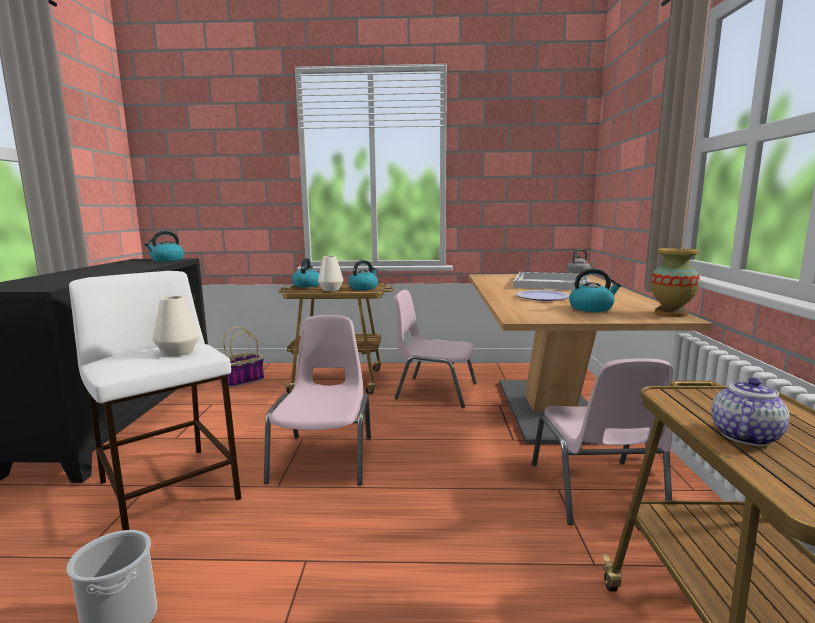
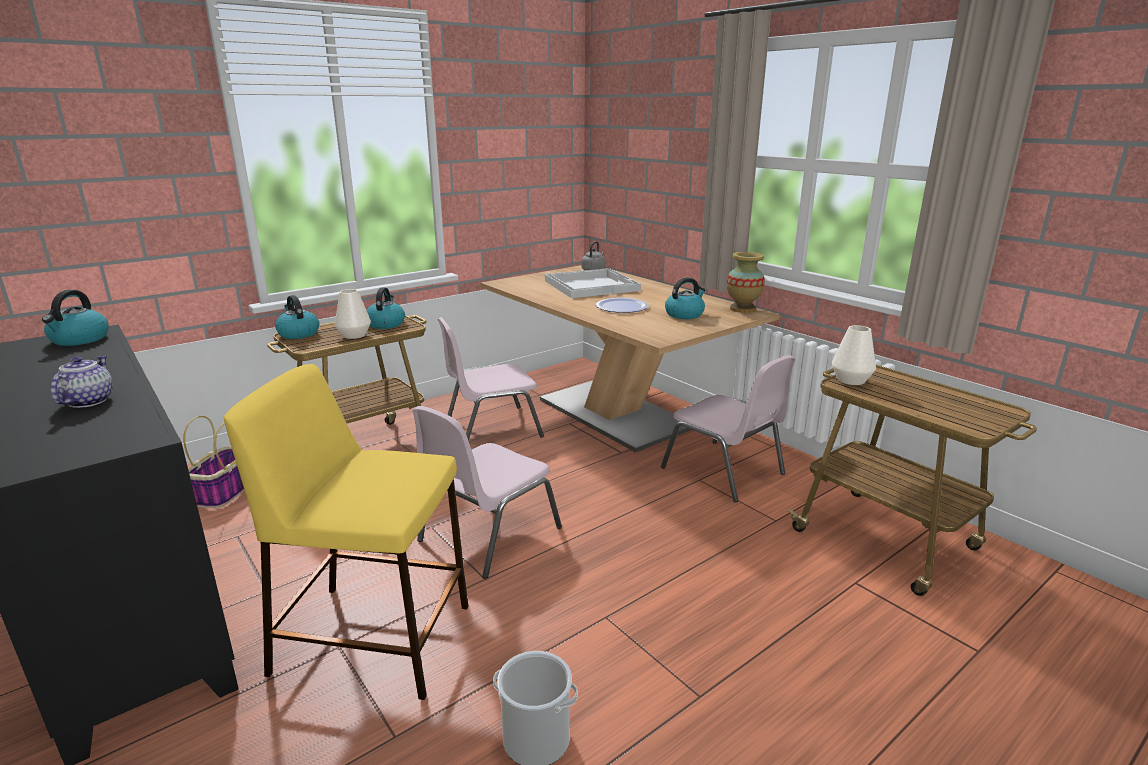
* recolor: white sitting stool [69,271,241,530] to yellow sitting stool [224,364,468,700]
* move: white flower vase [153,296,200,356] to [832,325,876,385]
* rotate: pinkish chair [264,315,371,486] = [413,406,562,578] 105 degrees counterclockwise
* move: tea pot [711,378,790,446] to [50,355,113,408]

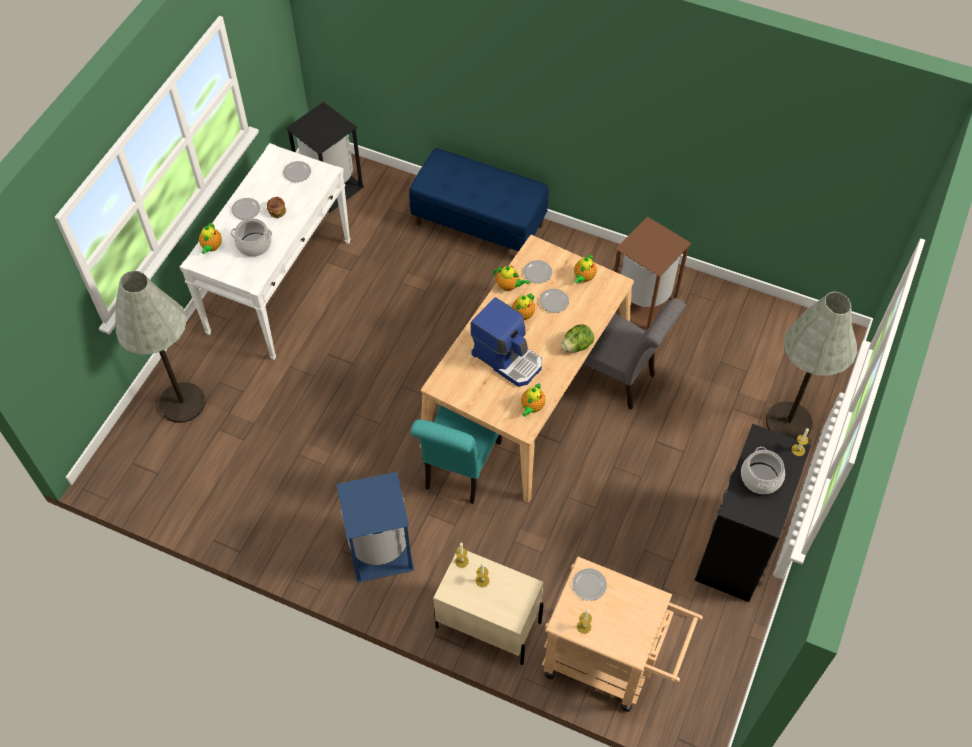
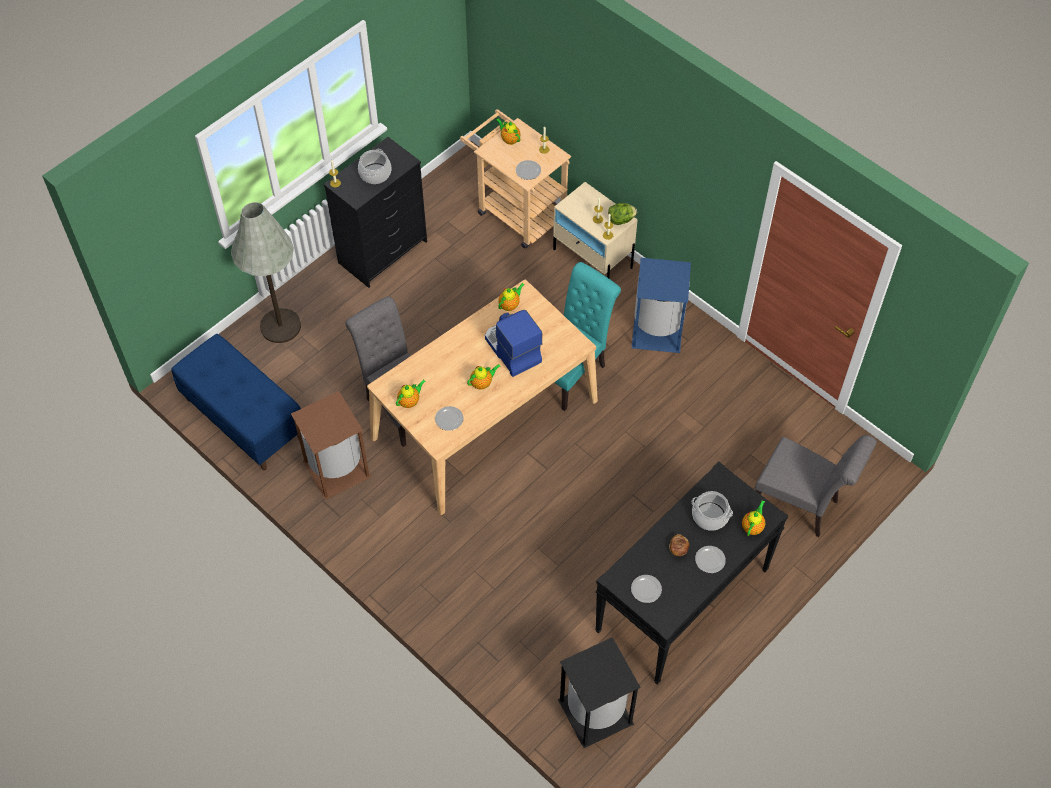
* replace: greyish standard lamp [115,271,205,423] to greyish chair [755,435,877,537]
* recolor: white hall table [180,143,350,360] to black-coloured hall table [595,461,788,685]
* move: bluish indoor bench [409,148,549,251] to [171,334,301,471]
* move: tea pot [493,265,530,291] to [496,119,520,145]
* delete: dinner plate [539,289,569,313]
* move: head of lettuce [561,324,594,352] to [608,203,637,225]

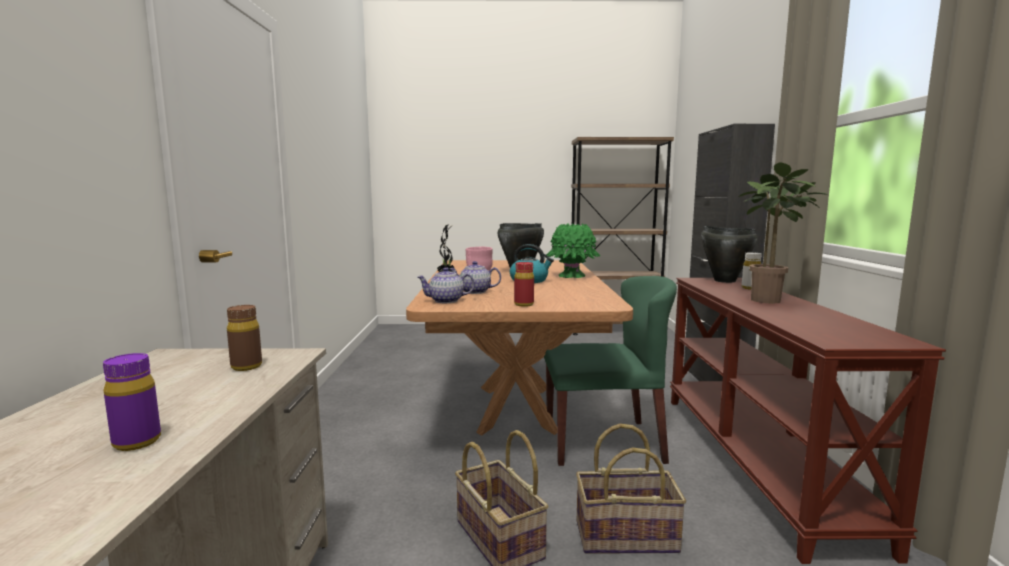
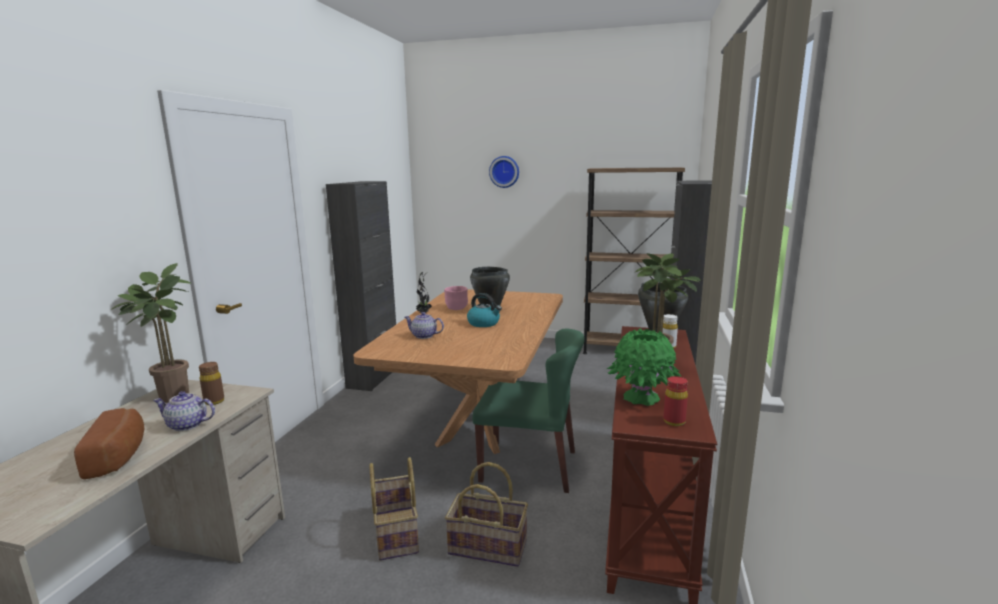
* replace: purple-coloured drink bottle [103,353,161,451] to bread [74,408,145,479]
* move: tea pot [417,267,475,303] to [153,391,215,431]
* move: red drink bottle [514,262,534,307] to [663,376,688,426]
* move: green-coloured flower vase [546,223,600,278] to [607,328,682,406]
* insert: houseplant [112,263,192,403]
* insert: black-coloured storage cabinet [326,181,396,391]
* insert: clock on the wall [489,156,519,188]

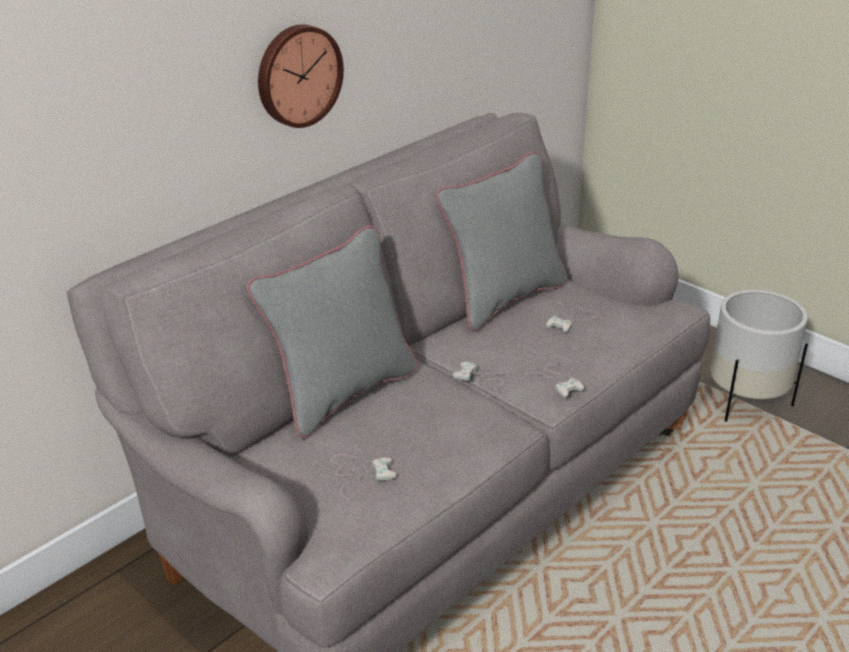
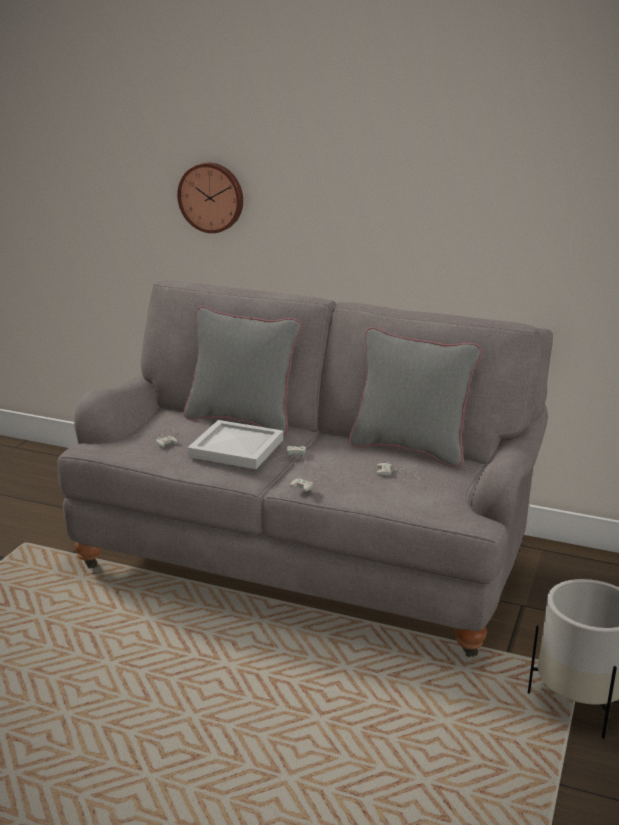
* move: clock on the wall [258,24,344,128] to [177,163,243,233]
* insert: white carrying tray [187,420,283,469]

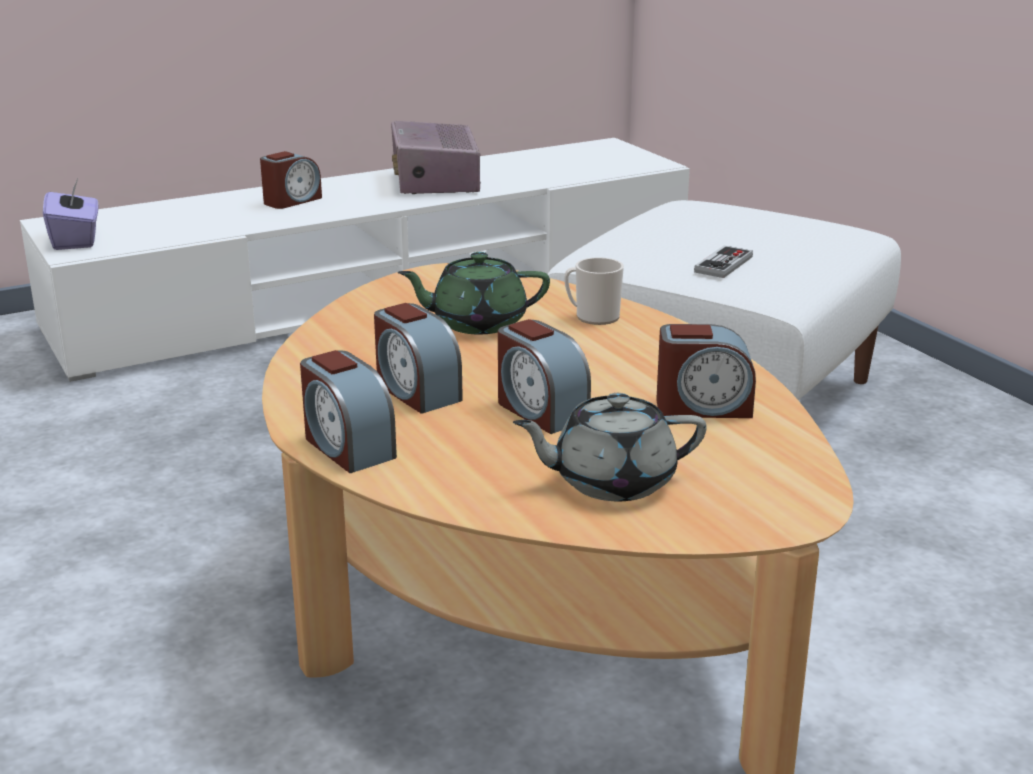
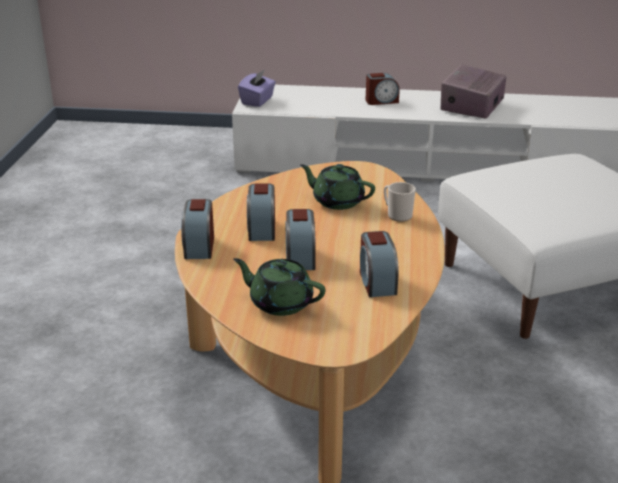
* recolor: greyish tea pot [513,393,707,501] to green-coloured tea pot [233,258,325,316]
* rotate: table clock [656,324,756,418] = [360,231,399,297] 45 degrees clockwise
* delete: joypad [694,246,753,278]

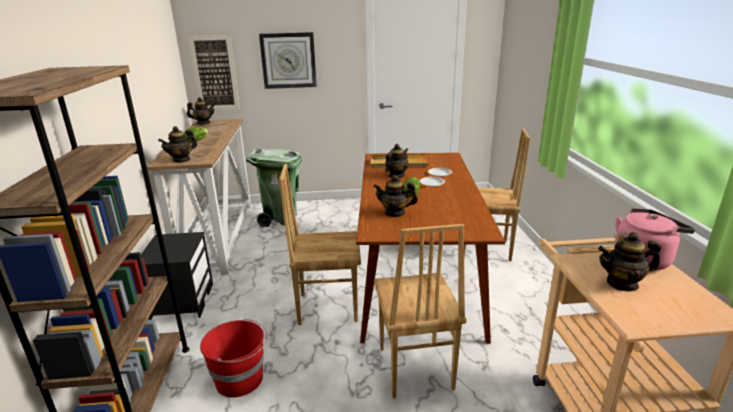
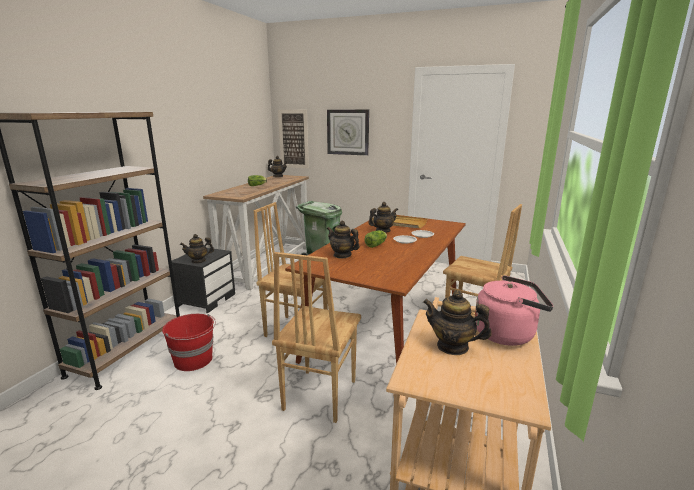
* move: tea pot [158,126,197,163] to [180,234,214,264]

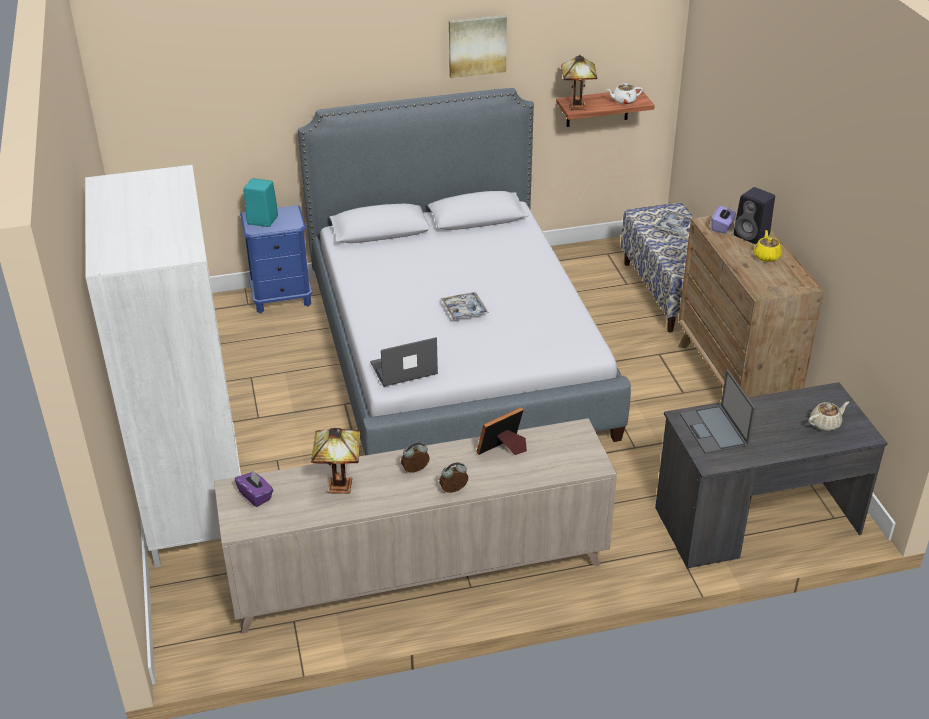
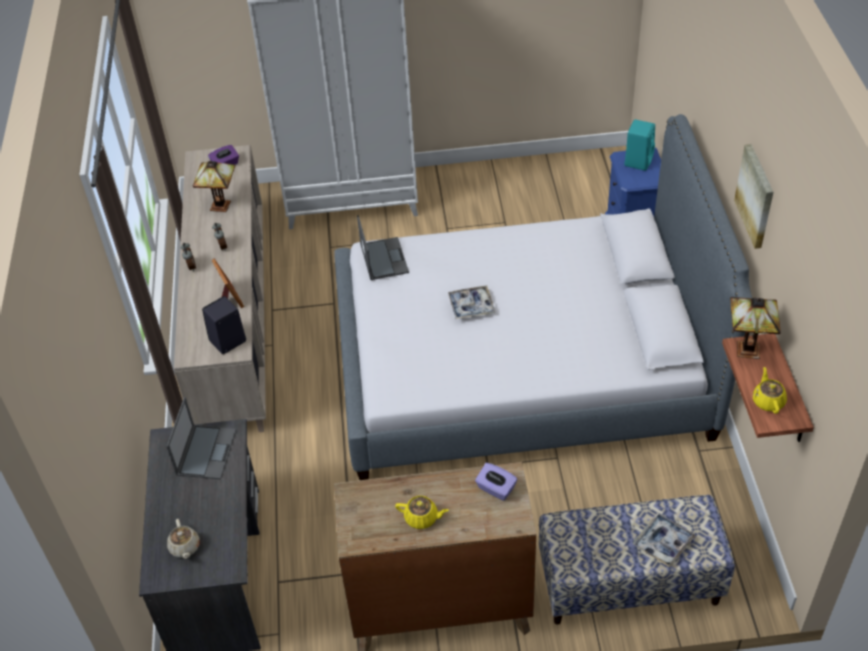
* recolor: white tea pot [606,83,643,104] to yellow tea pot [752,367,787,414]
* rotate: portable computer [680,370,755,454] = [166,397,236,479] 105 degrees clockwise
* move: black-coloured audio speaker [734,187,775,244] to [202,296,246,354]

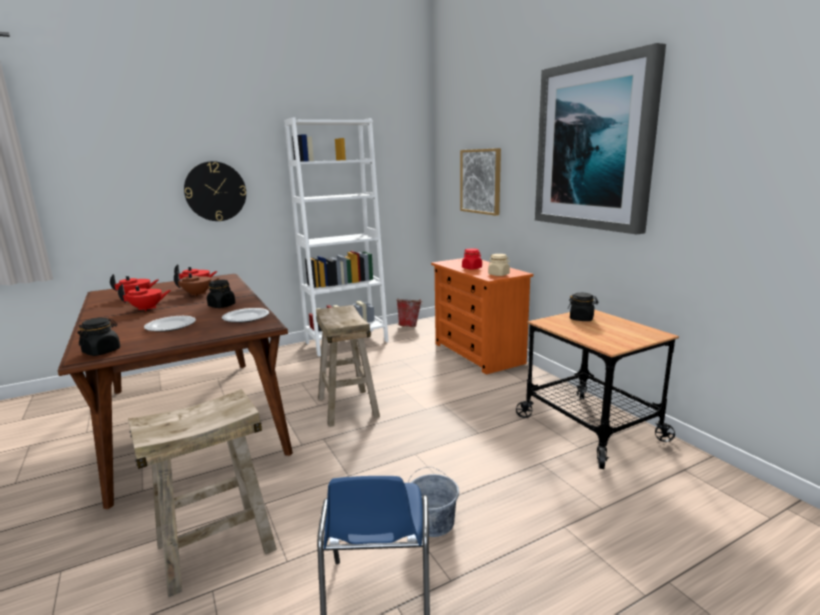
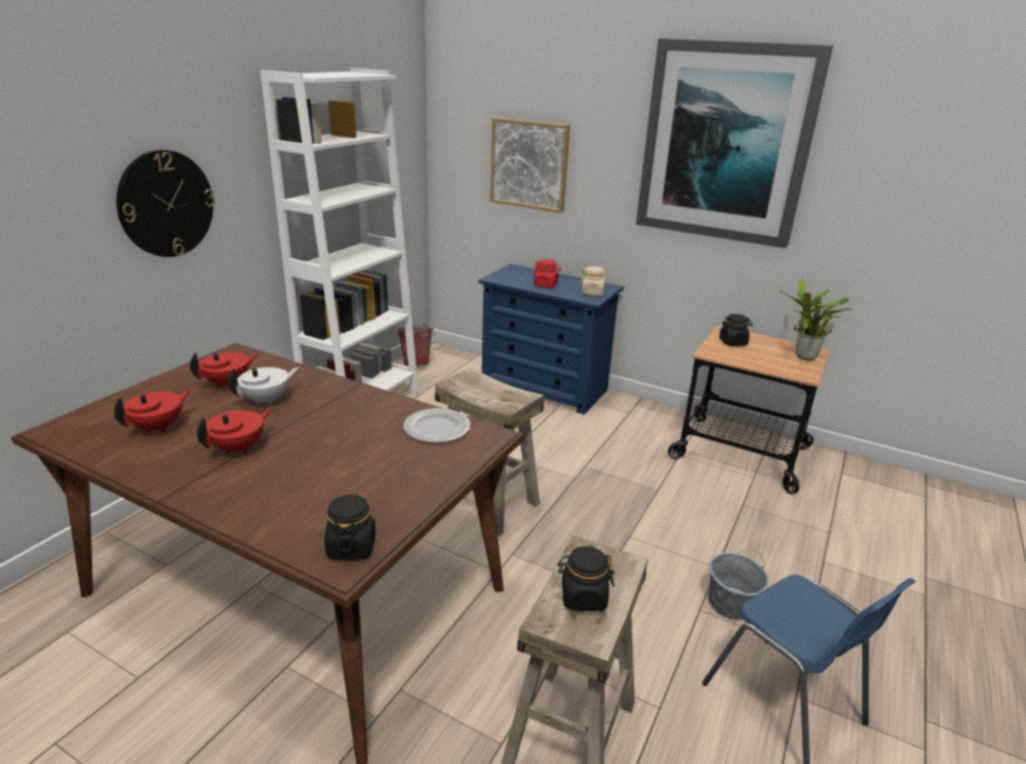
* delete: dinner plate [144,316,196,332]
* recolor: brown tea pot [174,271,220,296] to white tea pot [228,367,299,405]
* move: black-coloured preserve jar [207,280,235,308] to [557,546,614,611]
* recolor: orange-coloured drawer chest [431,258,533,375] to bluish drawer chest [478,264,624,415]
* insert: houseplant [779,279,851,361]

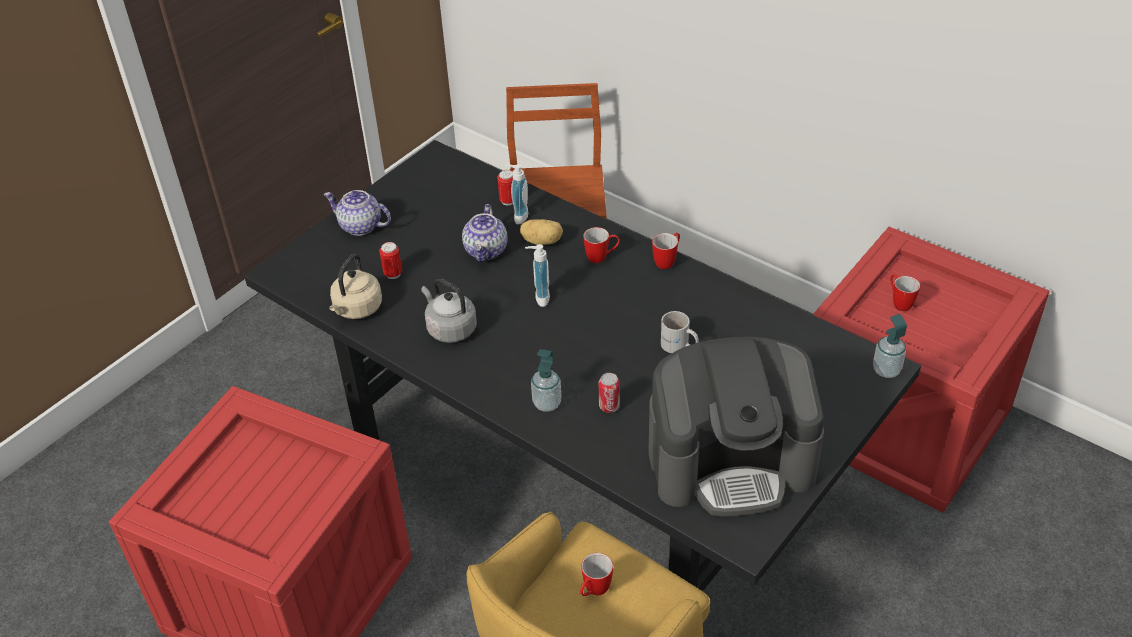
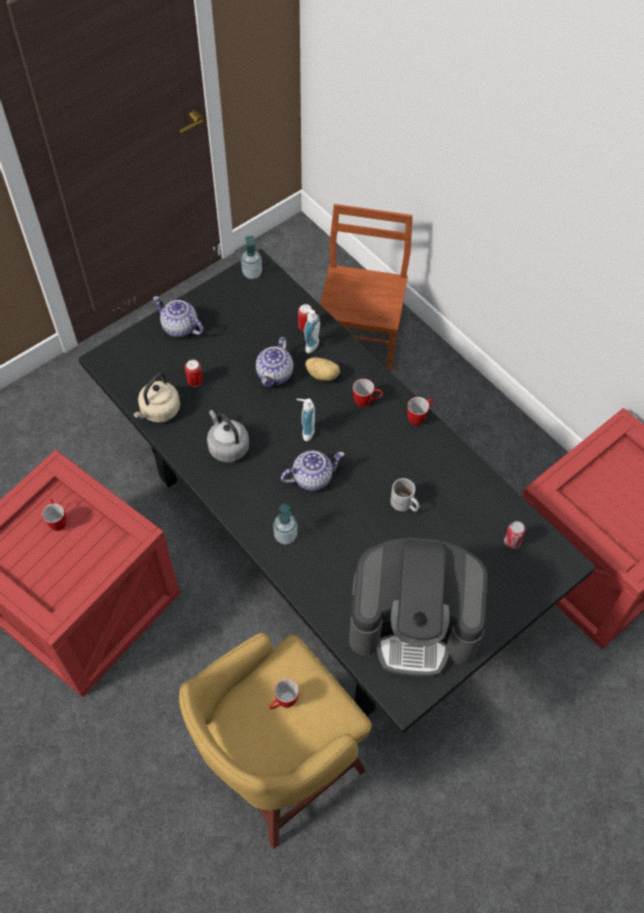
* move: can [598,373,620,413] to [504,521,525,549]
* move: soap dispenser [873,314,907,378] to [241,235,262,279]
* move: coffee mug [890,275,920,311] to [42,499,66,531]
* insert: tea pot [281,450,344,491]

